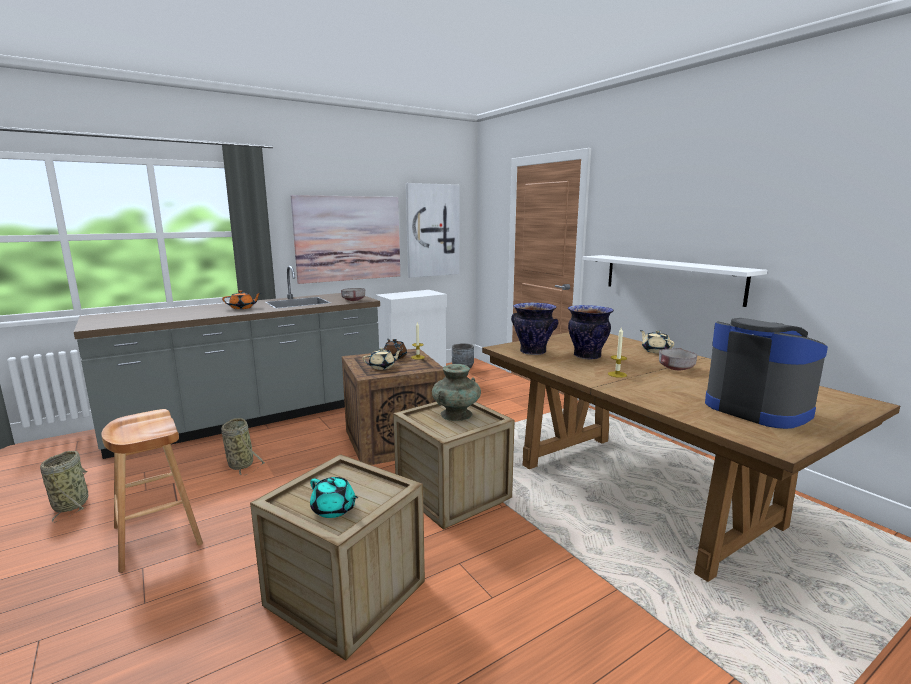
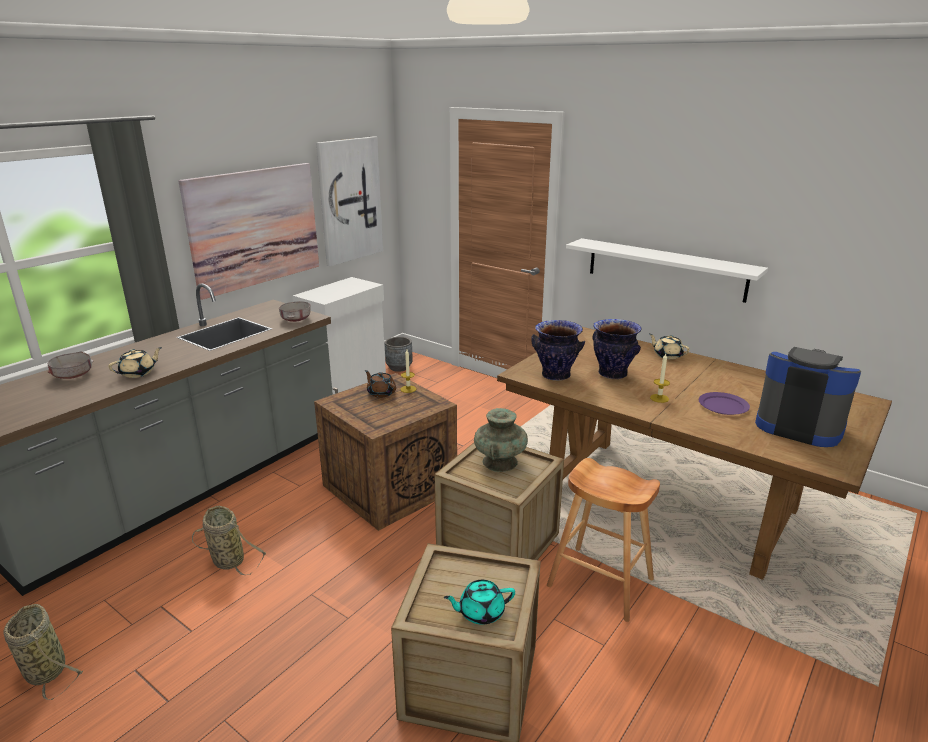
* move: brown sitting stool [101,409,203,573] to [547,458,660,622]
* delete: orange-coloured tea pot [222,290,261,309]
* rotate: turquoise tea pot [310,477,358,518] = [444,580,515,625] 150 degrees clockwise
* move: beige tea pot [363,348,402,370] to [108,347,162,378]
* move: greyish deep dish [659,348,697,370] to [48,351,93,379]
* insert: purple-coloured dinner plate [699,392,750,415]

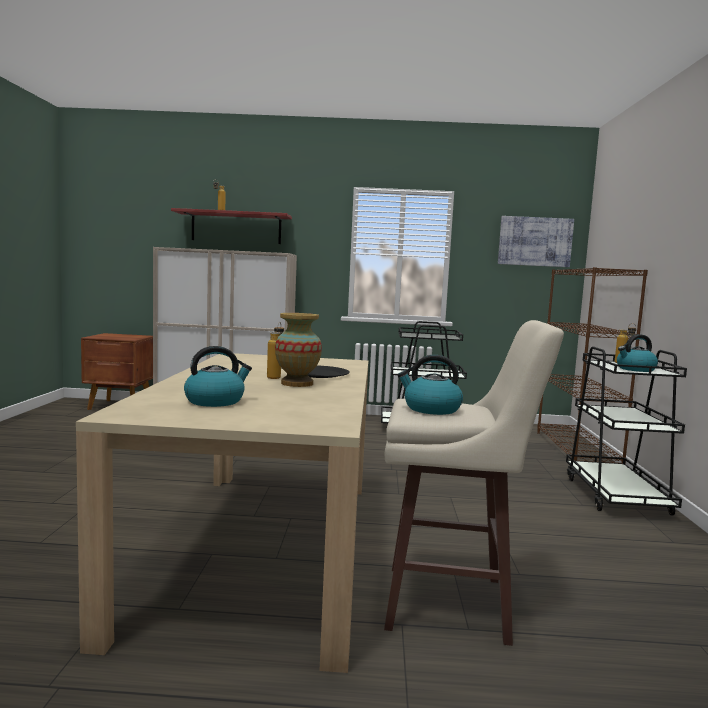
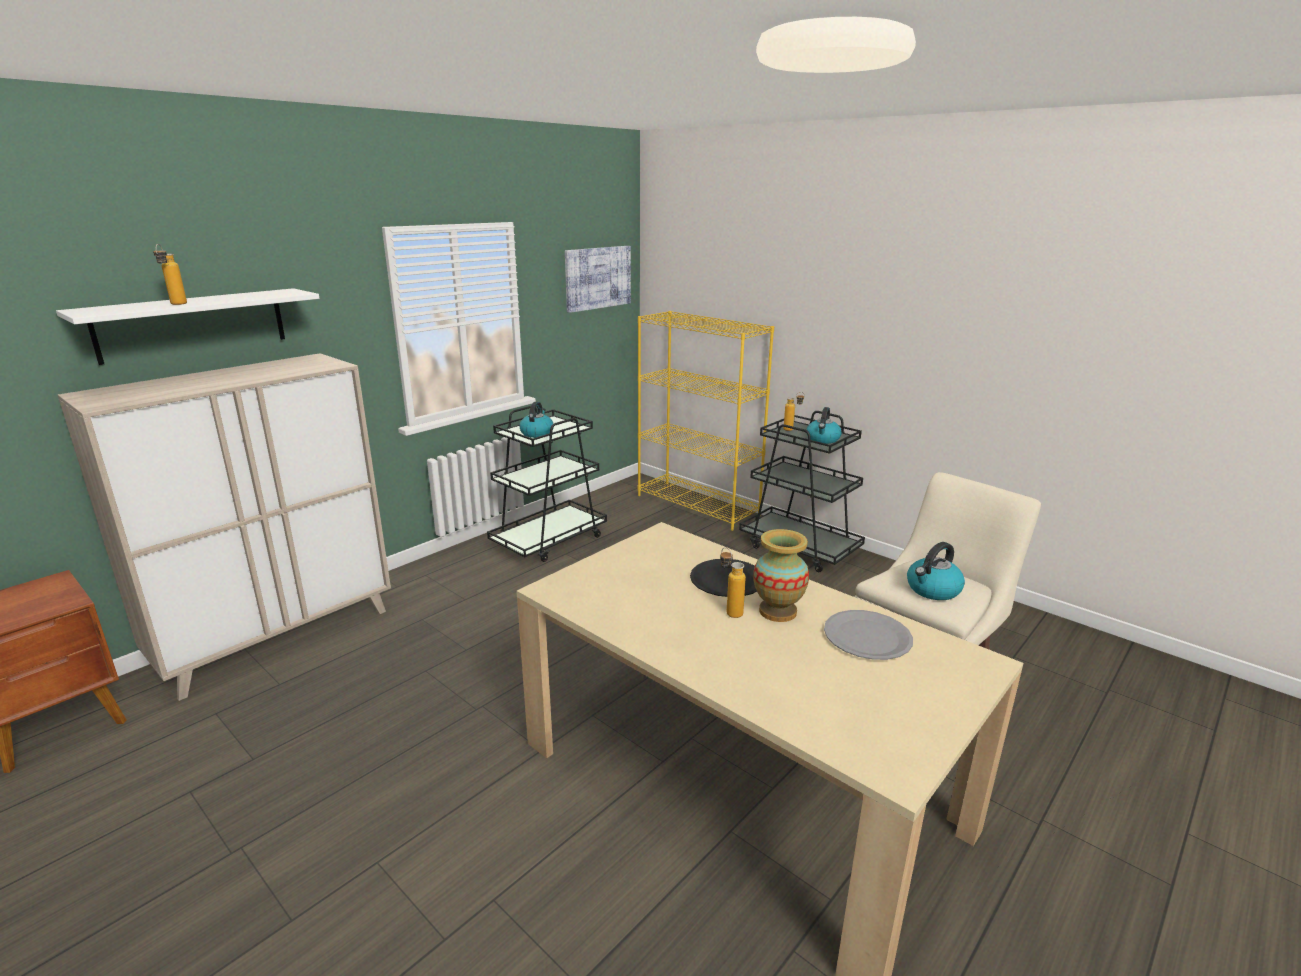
* recolor: red shelf [171,208,292,244] to white shelf [56,288,320,365]
* move: kettle [184,346,252,407] to [519,402,554,438]
* recolor: brown bookshelf [537,267,648,464] to yellow bookshelf [638,311,774,531]
* insert: greyish dinner plate [824,610,913,660]

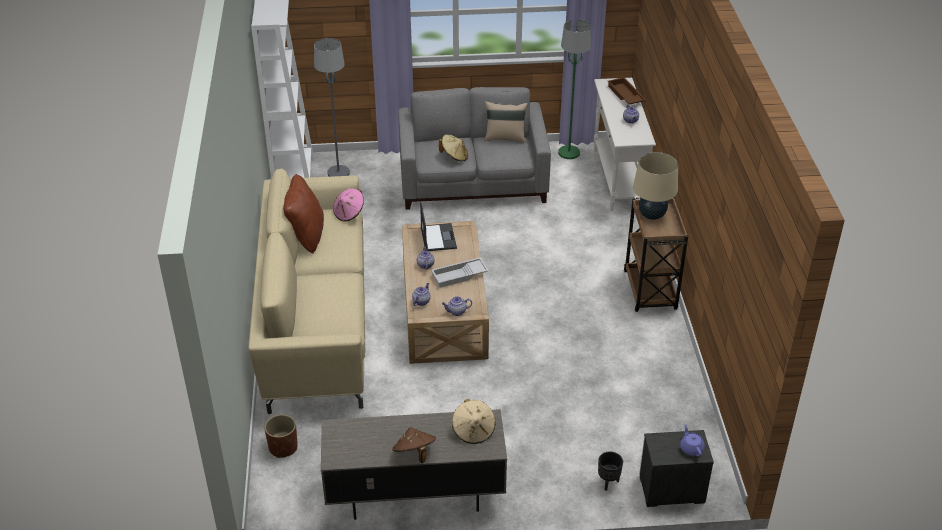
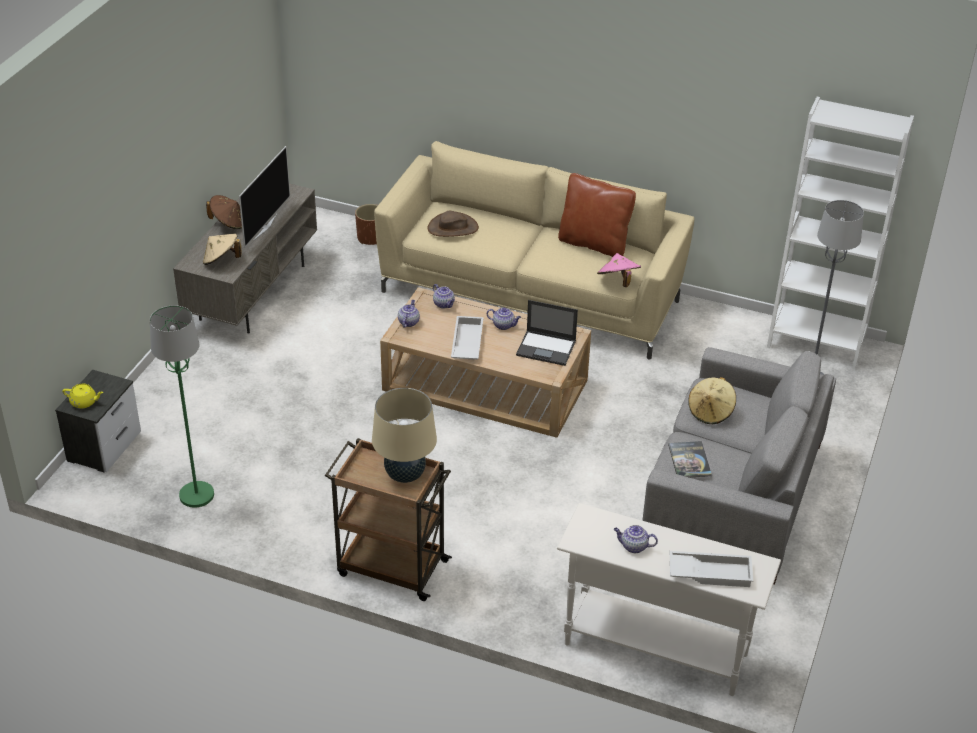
* delete: beige cushion [484,101,528,143]
* move: green-coloured standard lamp [558,20,591,159] to [150,305,214,508]
* delete: black-coloured flower pot [598,451,623,491]
* recolor: brown carrying tray [608,77,646,105] to white carrying tray [670,551,753,587]
* recolor: purple-coloured tea pot [680,424,705,457] to yellow tea pot [62,384,103,408]
* insert: television [239,146,290,247]
* insert: brown clothing hat [427,211,479,237]
* insert: bound book [668,441,712,478]

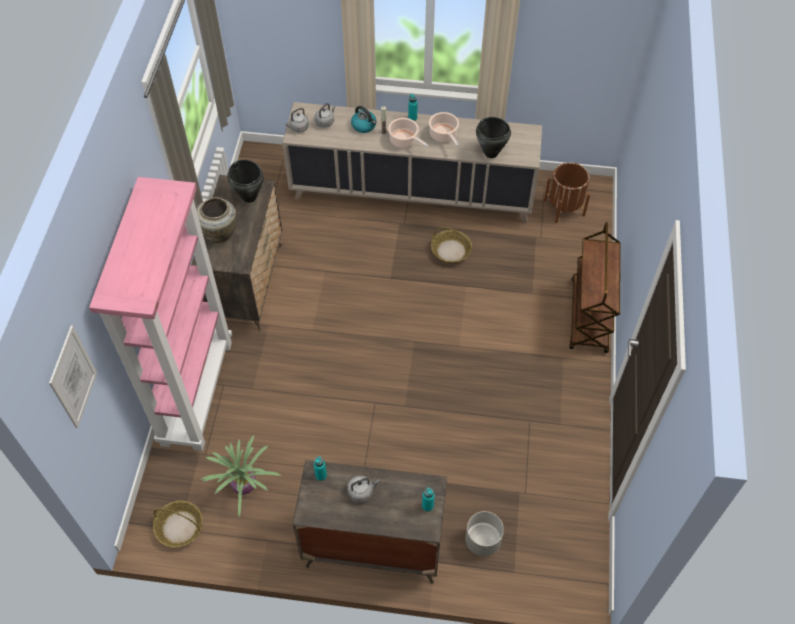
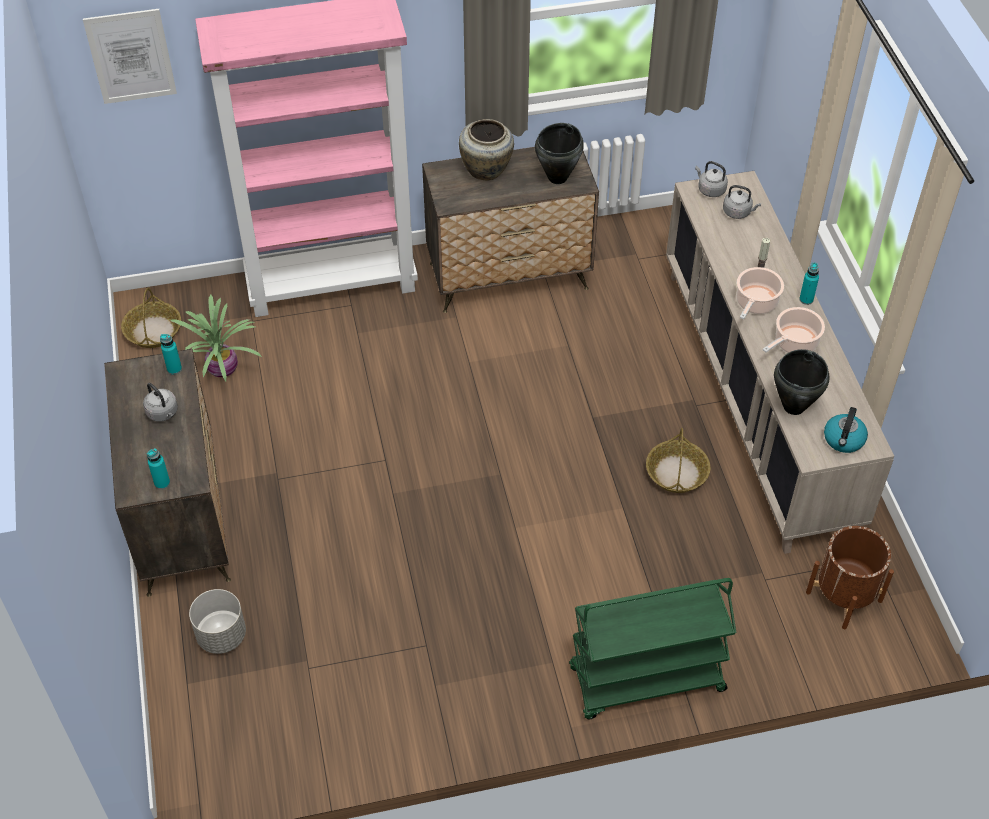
* move: kettle [351,106,376,133] to [824,407,868,453]
* recolor: brown cart [569,222,621,353] to green-coloured cart [569,578,736,719]

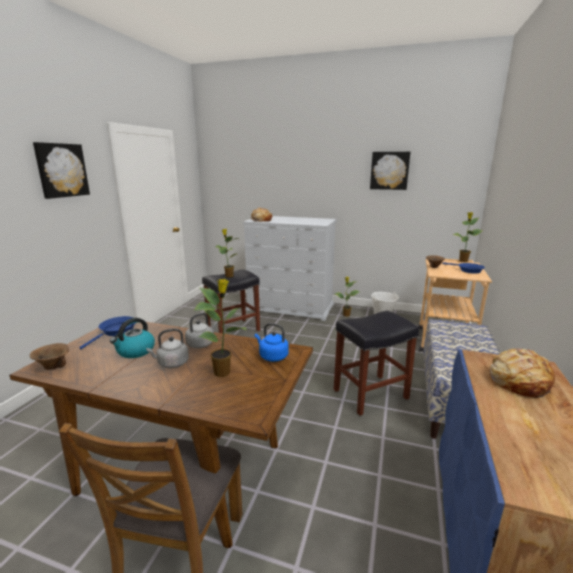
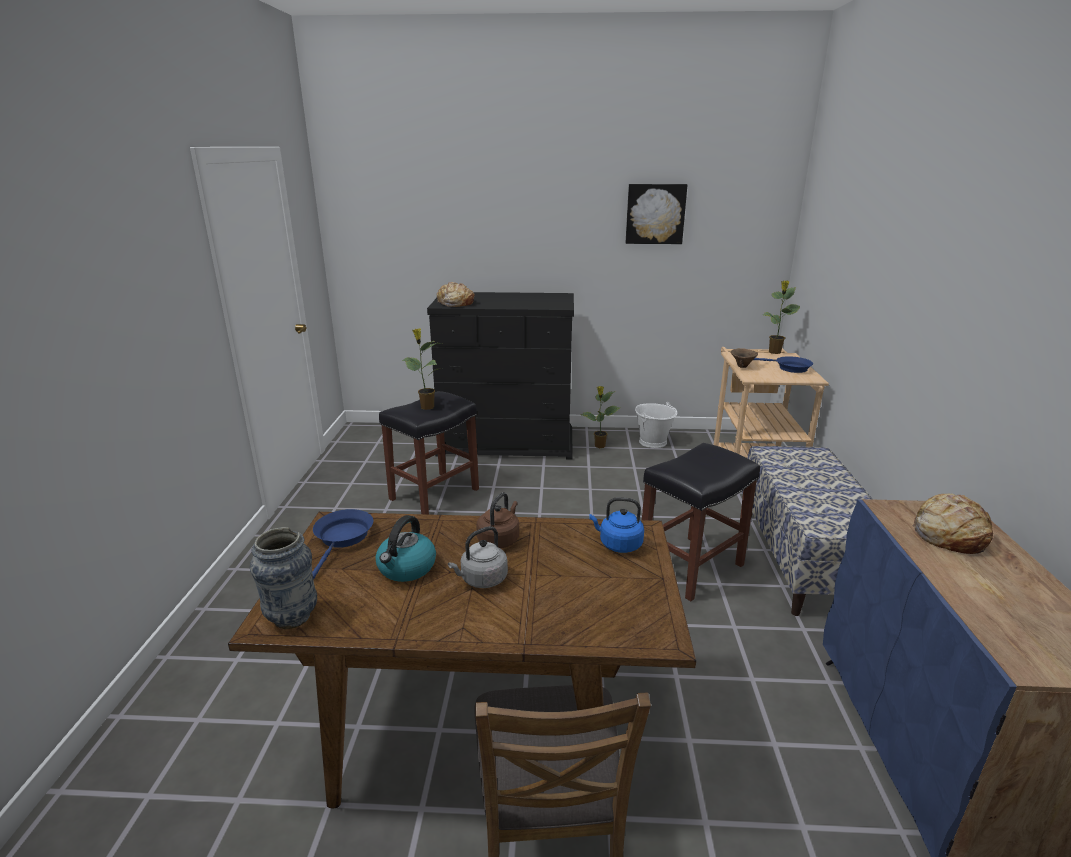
* replace: brown deep dish [30,343,69,370] to flower vase [250,527,317,629]
* delete: wall art [33,142,90,199]
* recolor: greyish kettle [185,313,218,348] to brown kettle [476,492,519,549]
* delete: houseplant [193,279,246,377]
* recolor: white drawer chest [243,216,337,321] to black-coloured drawer chest [427,292,574,460]

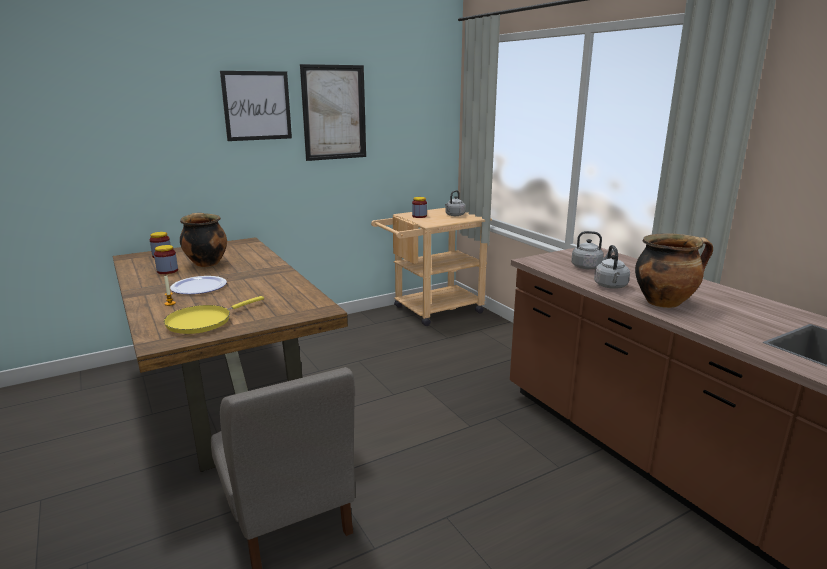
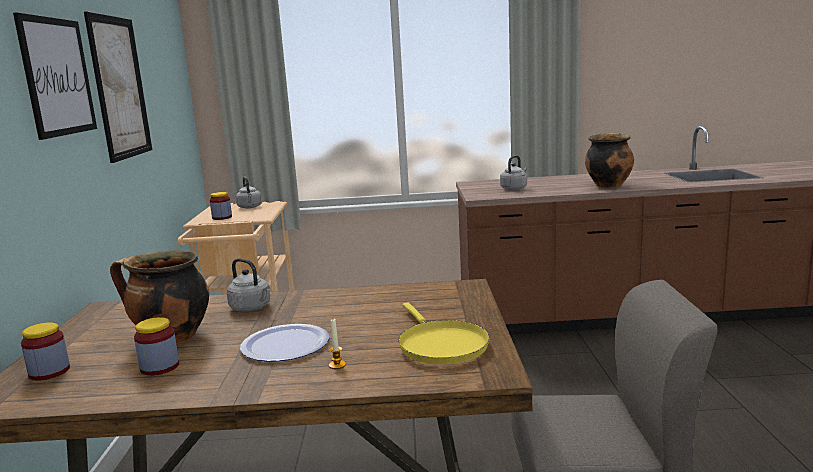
* move: greyish kettle [594,245,630,289] to [227,258,270,311]

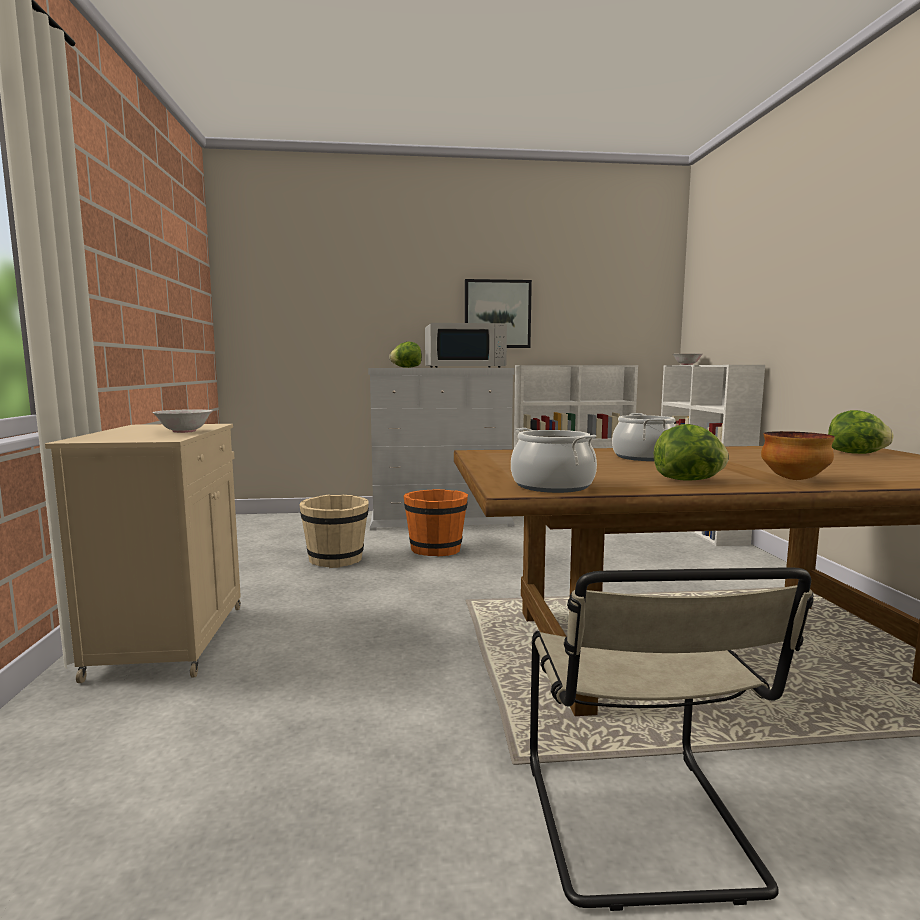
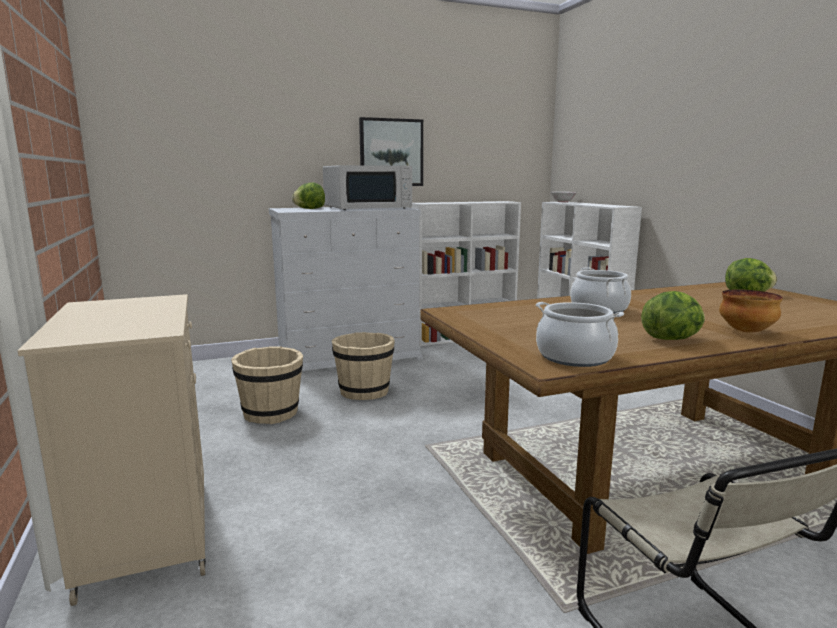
* delete: white deep dish [152,409,212,433]
* recolor: orange-coloured pail [404,489,468,556] to beige pail [332,332,395,400]

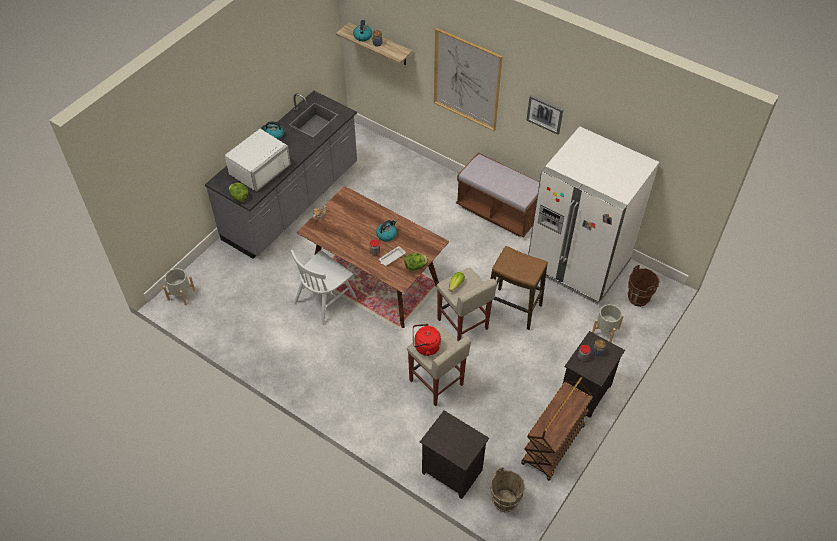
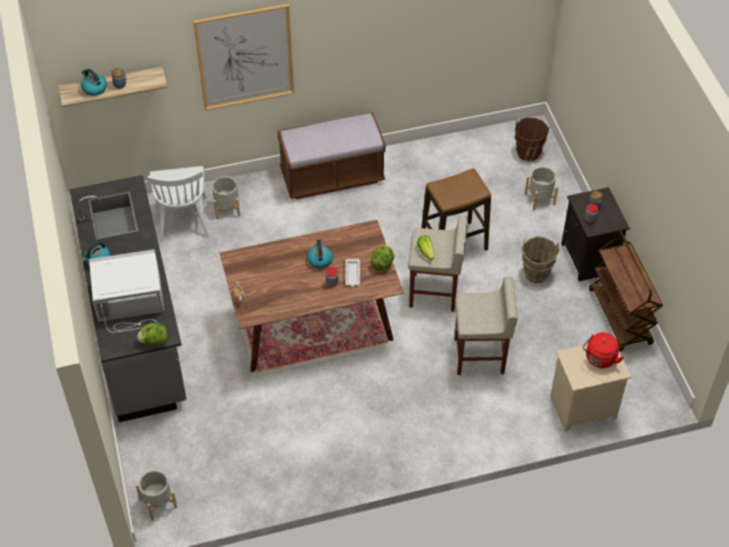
* rotate: white microwave oven [225,129,291,192] = [89,249,164,332] 90 degrees counterclockwise
* move: white chair [291,250,357,325] to [147,166,210,243]
* move: red kettle [413,324,441,356] to [583,332,624,368]
* recolor: black-coloured nightstand [420,410,489,499] to beige nightstand [550,344,631,432]
* move: brown pail [490,467,525,512] to [522,237,559,283]
* delete: wall art [527,95,563,135]
* delete: white kitchen fridge [528,126,659,304]
* insert: greyish flower pot [212,176,240,219]

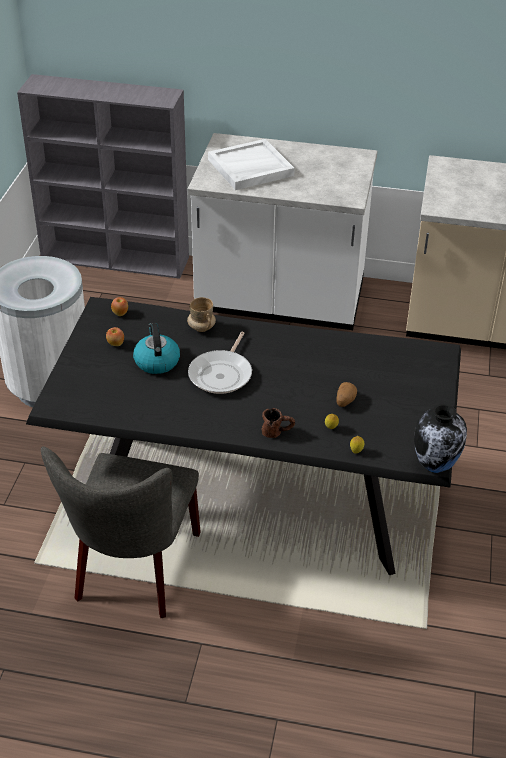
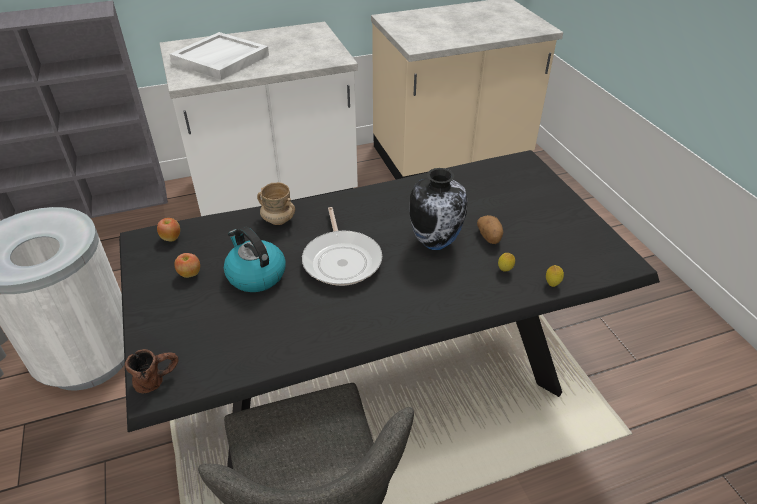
* move: brown coffee mug [261,408,295,438] to [125,349,178,393]
* move: flower vase [414,404,467,473] to [409,168,468,250]

